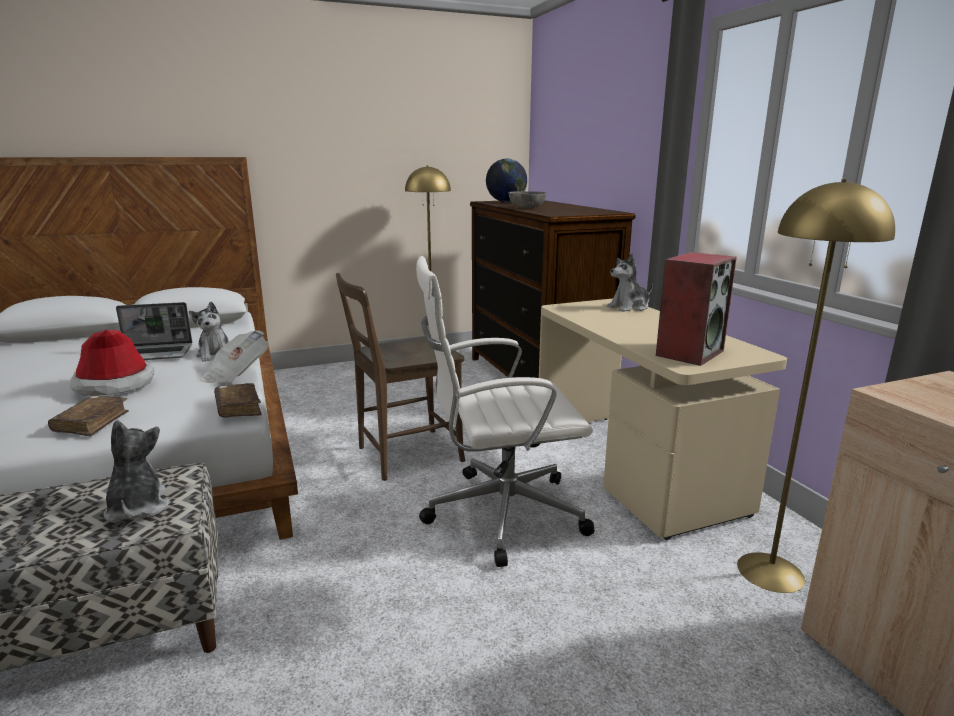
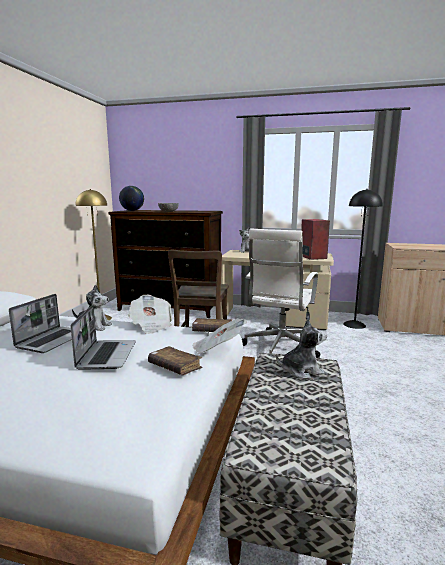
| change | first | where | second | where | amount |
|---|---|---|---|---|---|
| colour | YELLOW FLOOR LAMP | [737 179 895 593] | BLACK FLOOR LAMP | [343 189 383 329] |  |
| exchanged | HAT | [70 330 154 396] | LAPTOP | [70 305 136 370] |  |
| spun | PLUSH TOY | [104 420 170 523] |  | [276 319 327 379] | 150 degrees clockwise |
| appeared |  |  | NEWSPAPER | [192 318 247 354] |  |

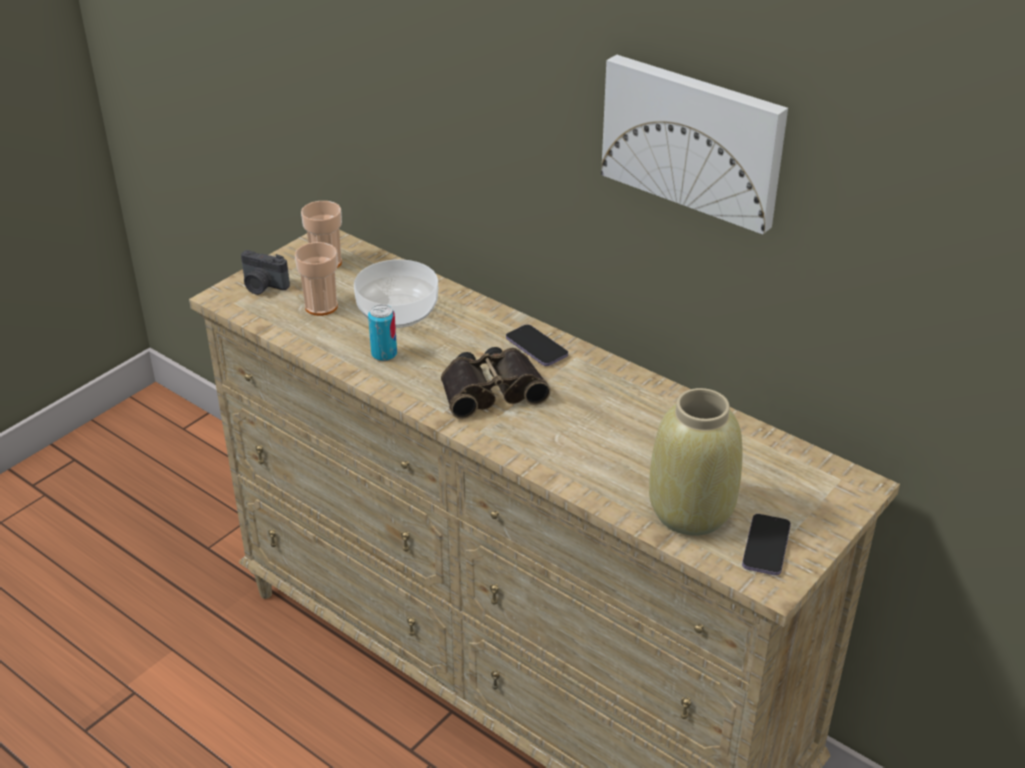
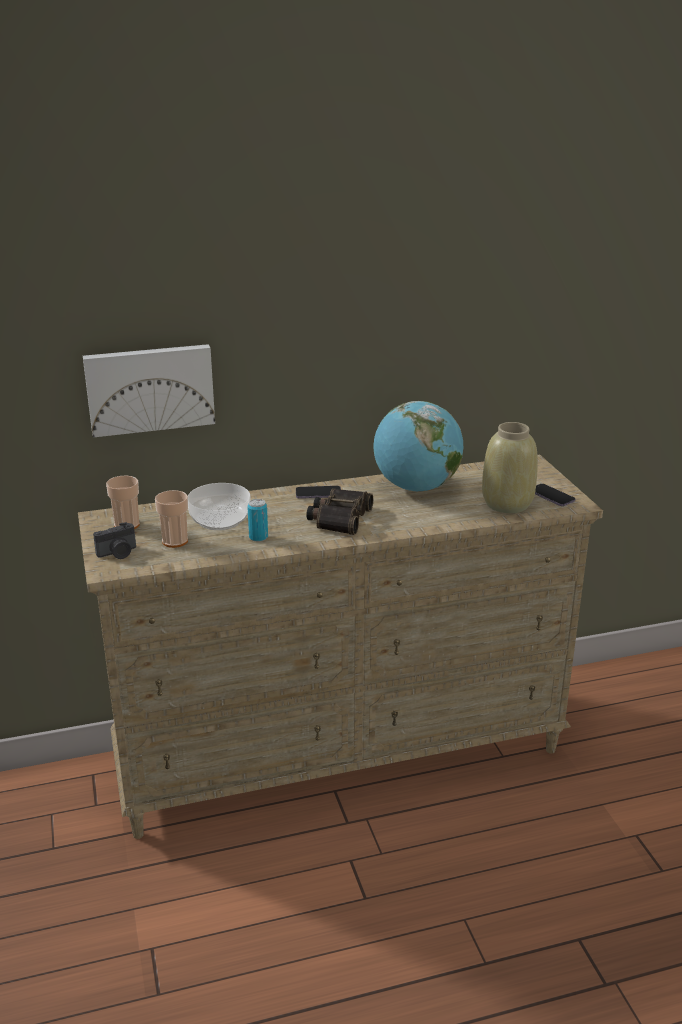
| change | first | where | second | where | amount |
|---|---|---|---|---|---|
| relocated | PICTURE | [601 55 788 234] |  | [83 344 215 437] |  |
| appeared |  |  | GLOBE | [374 401 463 491] |  |

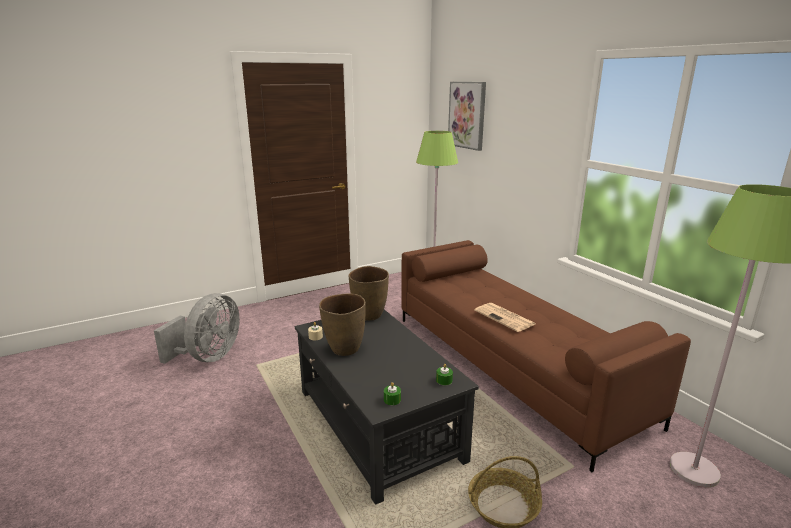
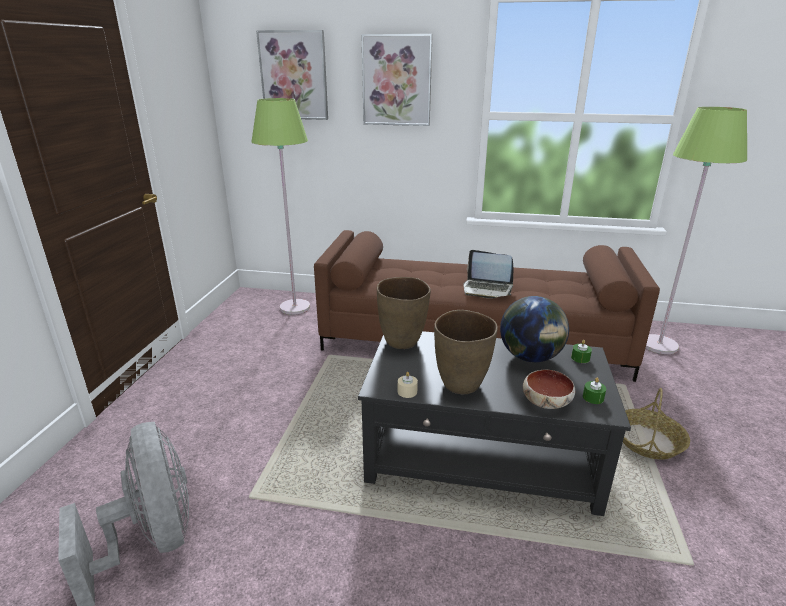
| change | first | where | second | where | amount |
|---|---|---|---|---|---|
| exchanged | NEWSPAPER | [474 303 535 332] | LAPTOP | [463 250 514 298] |  |
| appeared |  |  | PICTURE | [361 34 433 126] |  |
| appeared |  |  | GLOBE | [500 296 569 362] |  |
| appeared |  |  | BOWL | [523 369 575 409] |  |

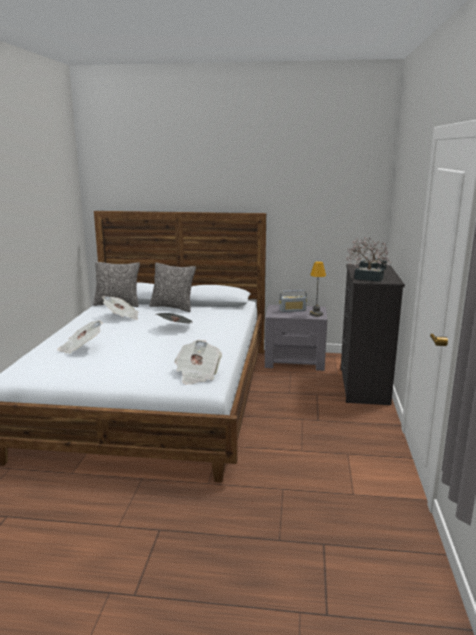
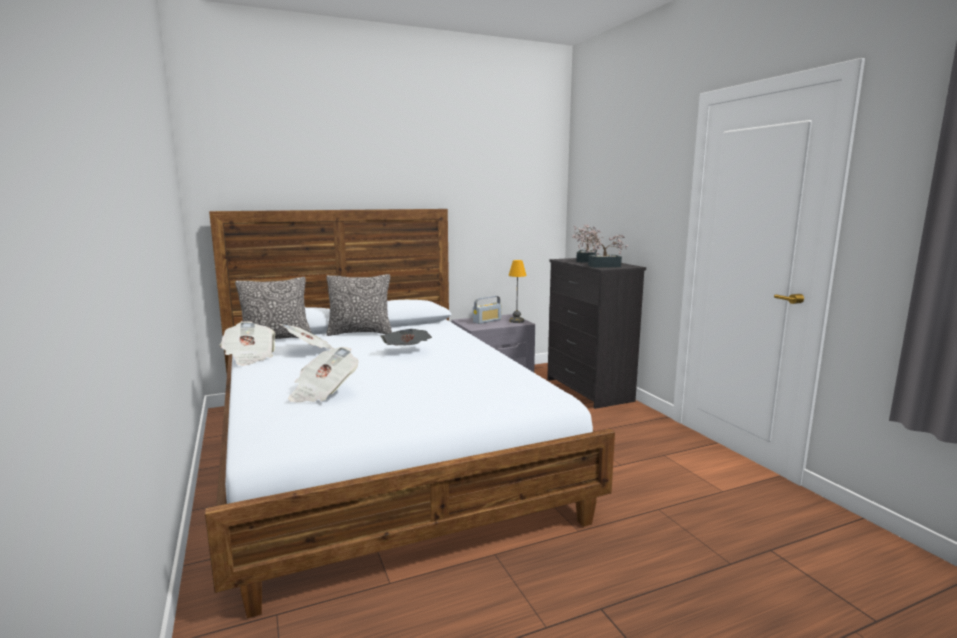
| change | first | where | second | where | amount |
|---|---|---|---|---|---|
| relocated | NEWSPAPER | [175 340 222 385] |  | [220 321 276 366] |  |

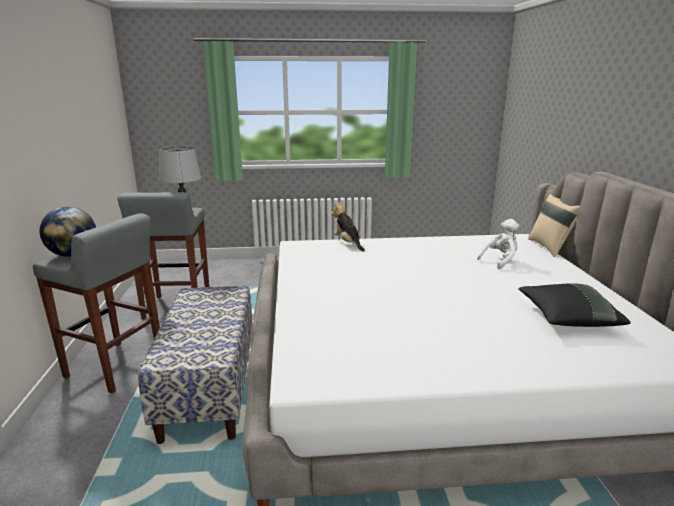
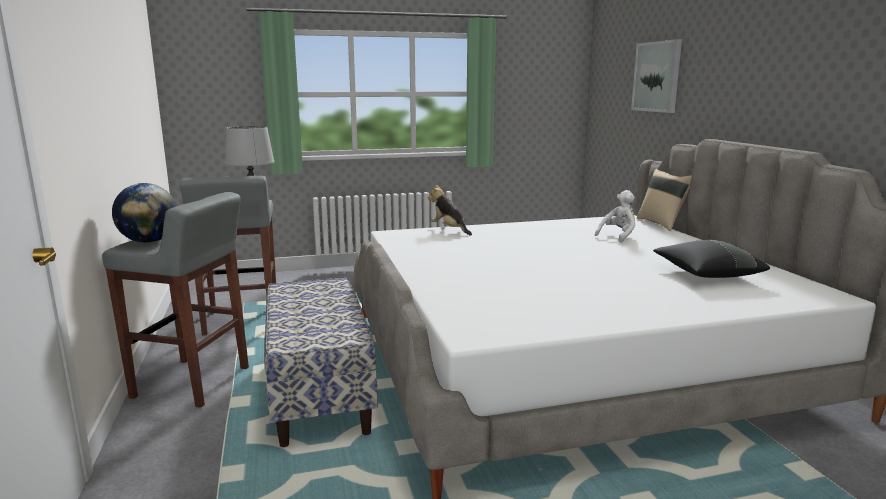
| change | first | where | second | where | amount |
|---|---|---|---|---|---|
| appeared |  |  | PICTURE | [631 39 682 113] |  |

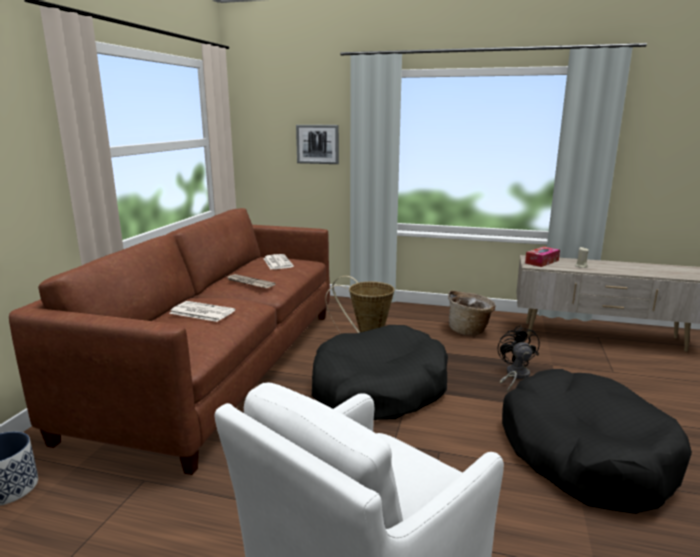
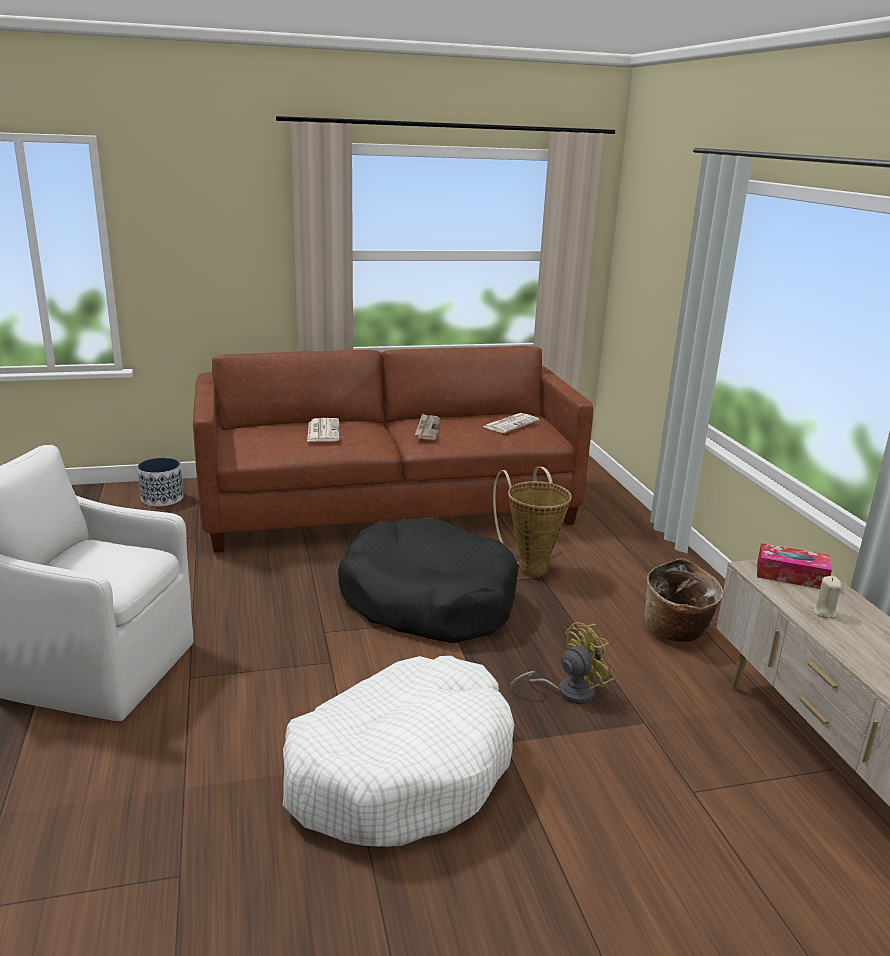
| change | first | where | second | where | amount |
|---|---|---|---|---|---|
| missing | PICTURE | [296 125 339 164] |  |  |  |
| colour | BLACK FAN | [498 325 540 392] | YELLOW FAN | [510 622 615 704] |  |
| colour | BLACK DOG BED | [502 369 692 514] | WHITE DOG BED | [283 656 514 847] |  |

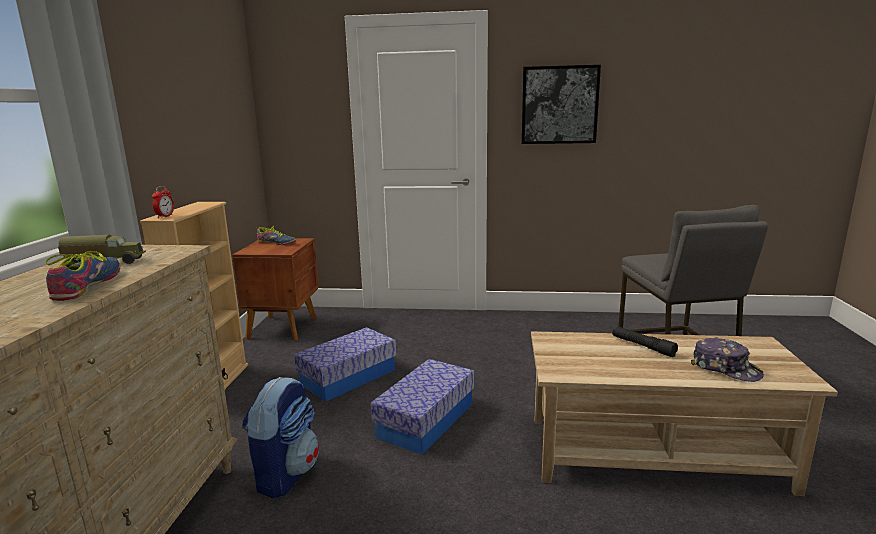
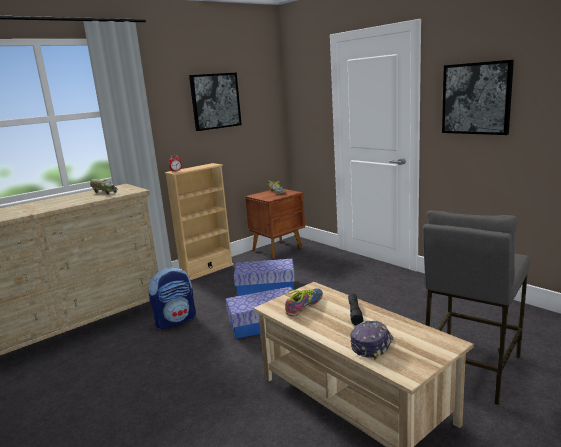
| change | first | where | second | where | amount |
|---|---|---|---|---|---|
| relocated | SHOE | [45 251 120 301] |  | [285 288 323 316] |  |
| spun | CAP | [691 337 764 382] |  | [350 321 393 360] | 150 degrees counterclockwise |
| appeared |  |  | PICTURE | [189 73 242 131] |  |

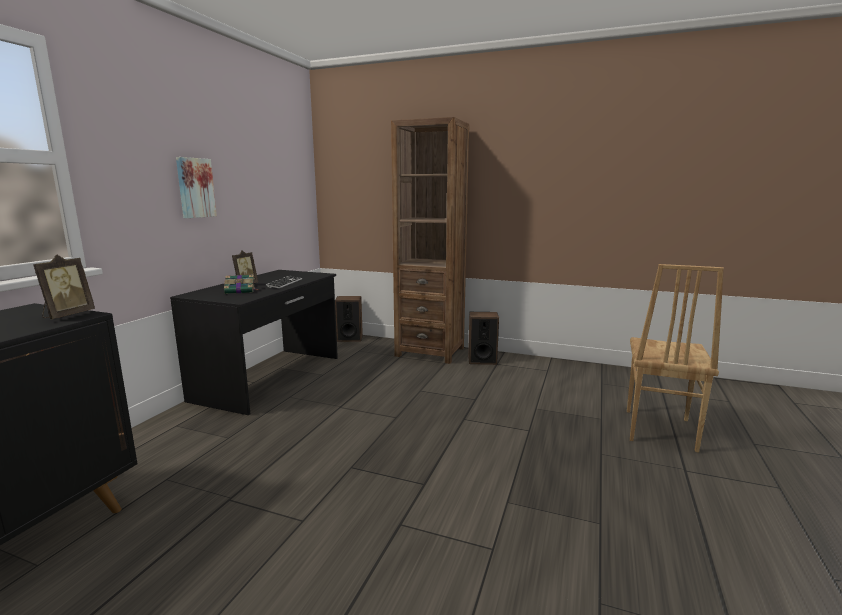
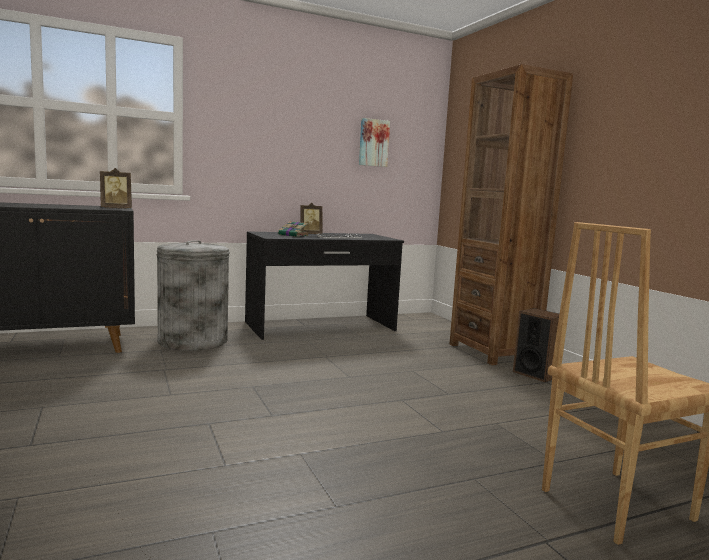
| change | first | where | second | where | amount |
|---|---|---|---|---|---|
| relocated | PICTURE | [176 157 217 218] |  | [359 118 390 167] |  |
| missing | SPEAKER | [335 296 363 342] |  |  |  |
| appeared |  |  | GREY TRASH CAN | [157 241 230 351] |  |

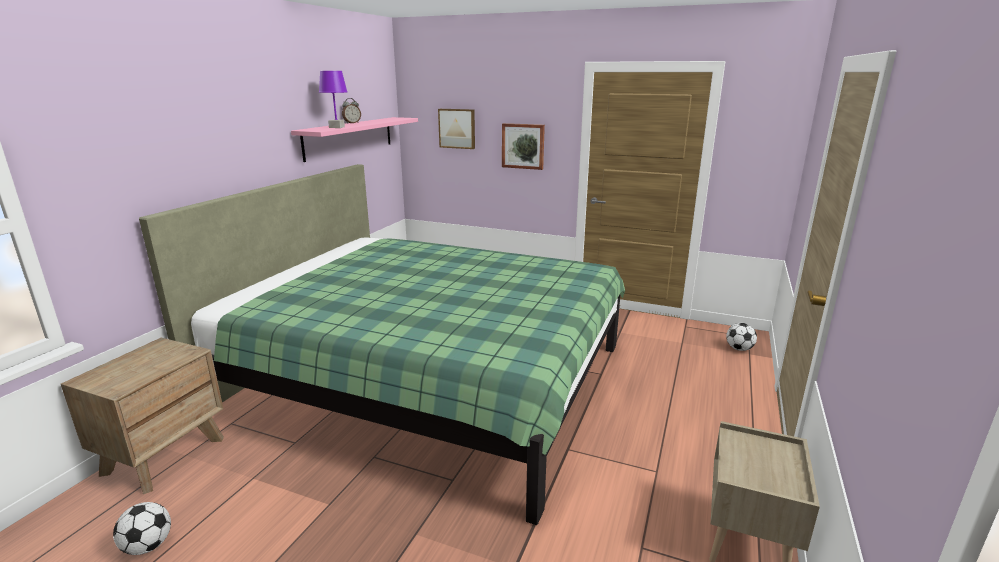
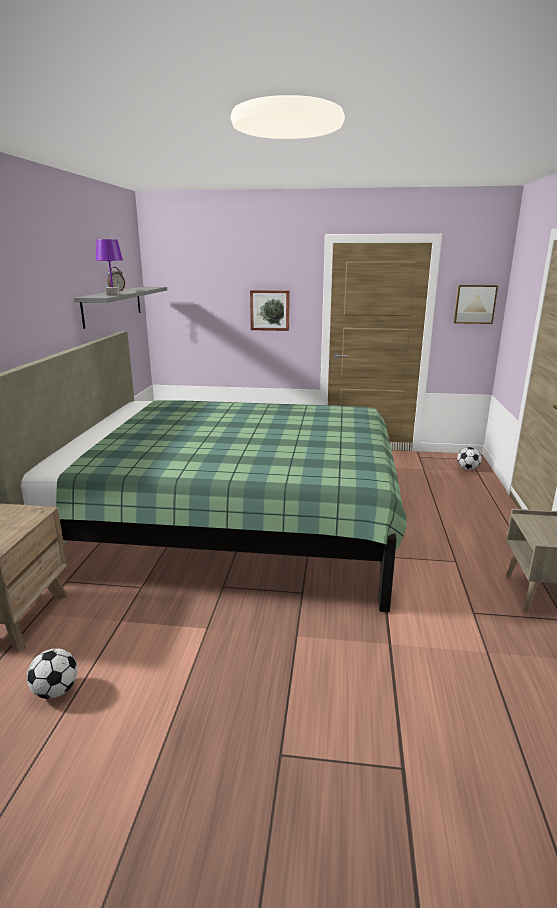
| change | first | where | second | where | amount |
|---|---|---|---|---|---|
| relocated | PICTURE | [438 109 475 149] |  | [454 285 498 324] |  |
| colour | PINK SHELF | [291 117 418 162] | GREY SHELF | [74 287 167 329] |  |

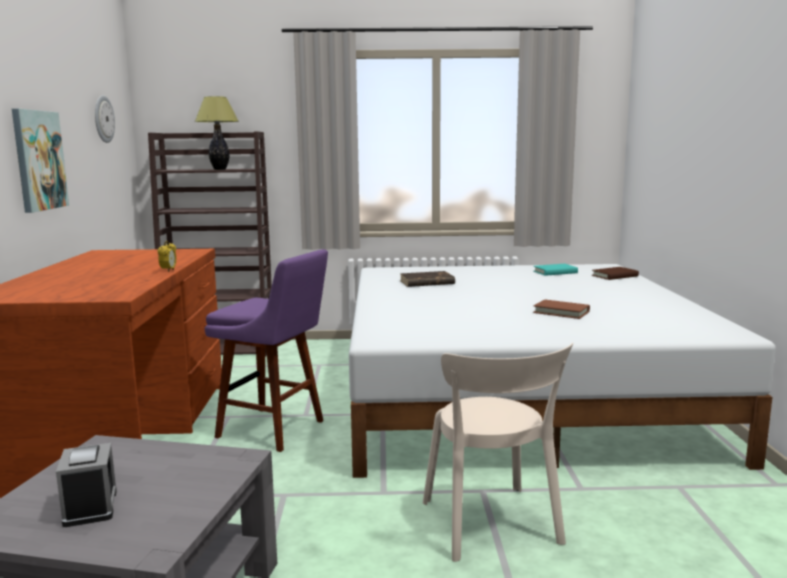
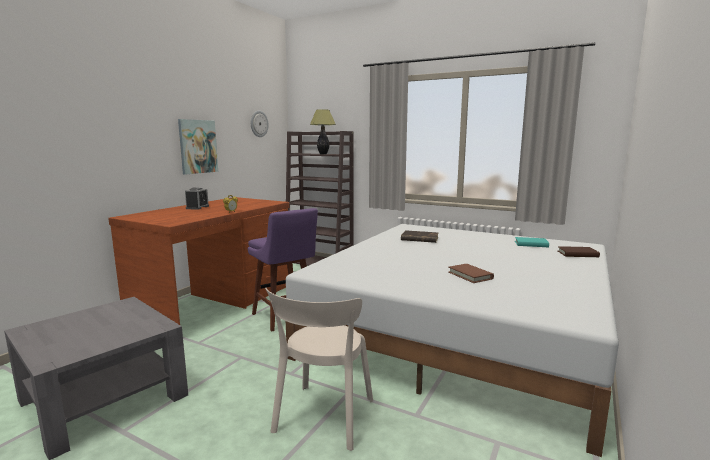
| change | first | where | second | where | amount |
|---|---|---|---|---|---|
| relocated | ALARM CLOCK | [56 443 117 527] |  | [185 188 209 210] |  |

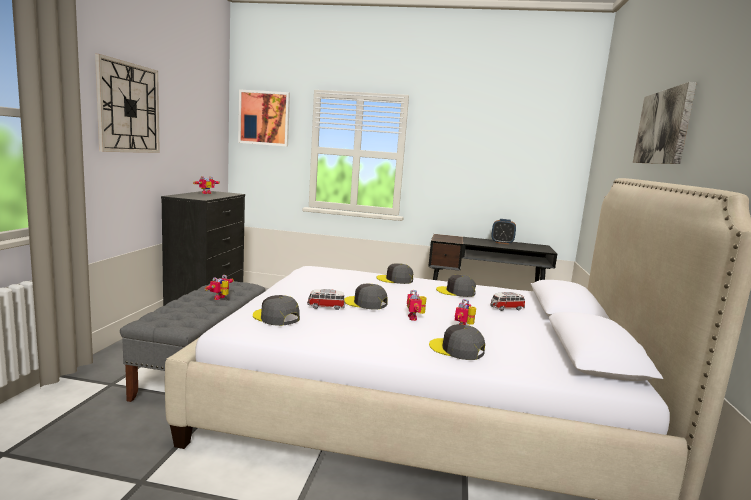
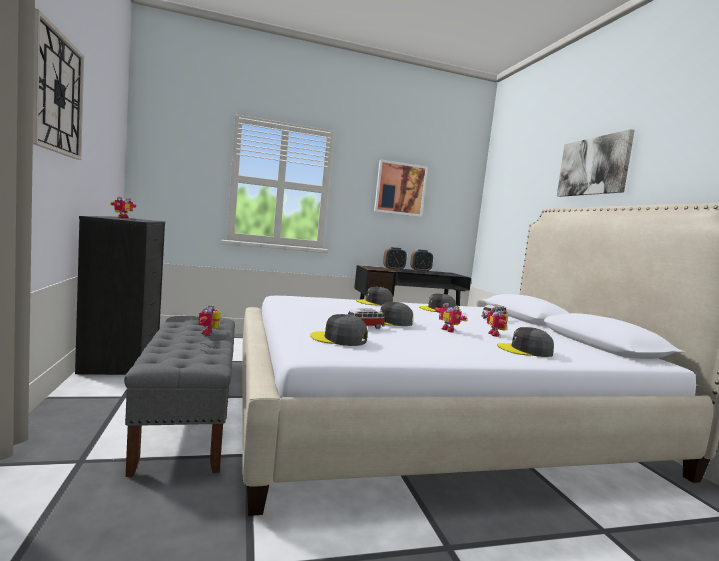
| change | first | where | second | where | amount |
|---|---|---|---|---|---|
| relocated | PICTURE | [238 89 290 147] |  | [374 160 428 217] |  |
| appeared |  |  | ALARM CLOCK | [383 247 407 271] |  |

